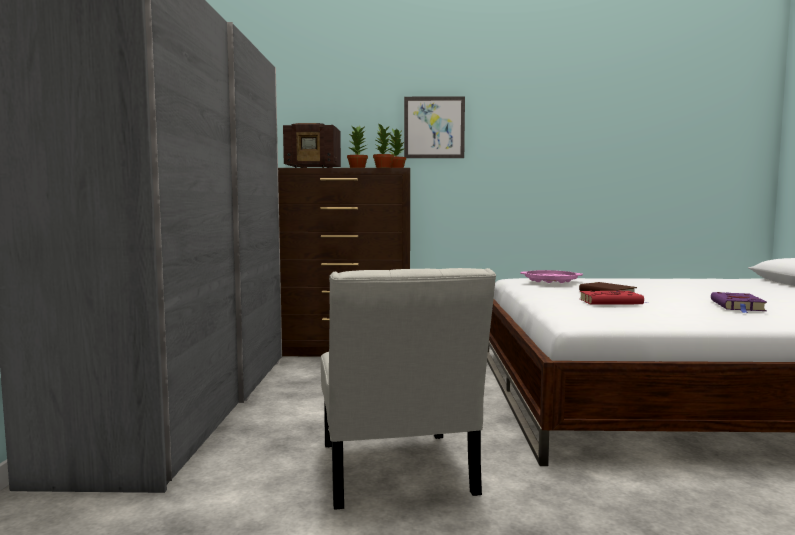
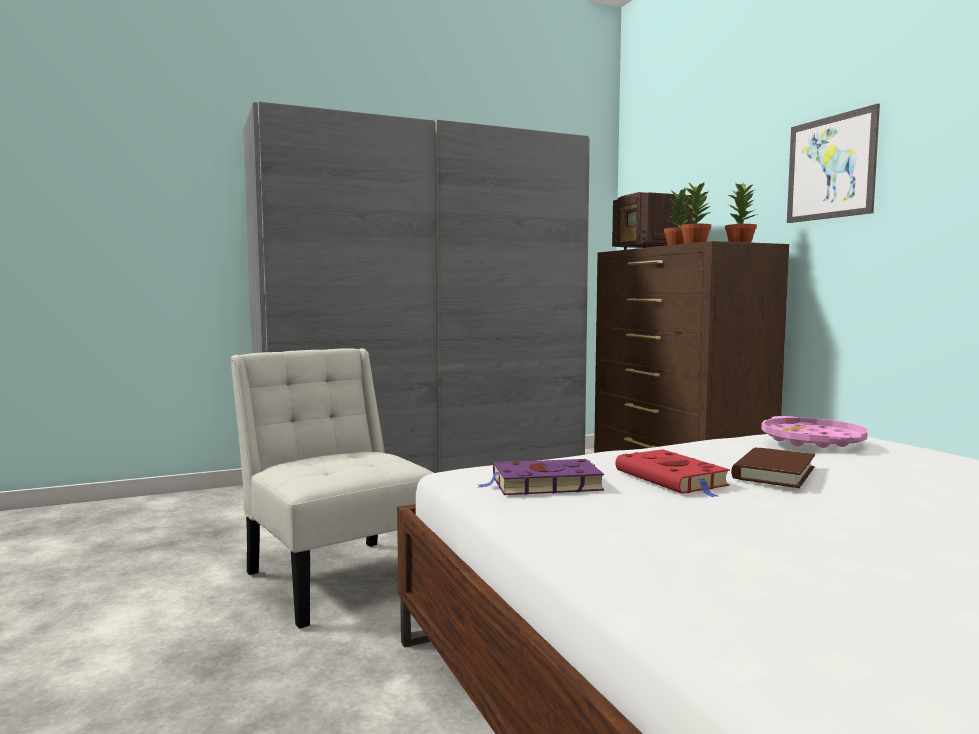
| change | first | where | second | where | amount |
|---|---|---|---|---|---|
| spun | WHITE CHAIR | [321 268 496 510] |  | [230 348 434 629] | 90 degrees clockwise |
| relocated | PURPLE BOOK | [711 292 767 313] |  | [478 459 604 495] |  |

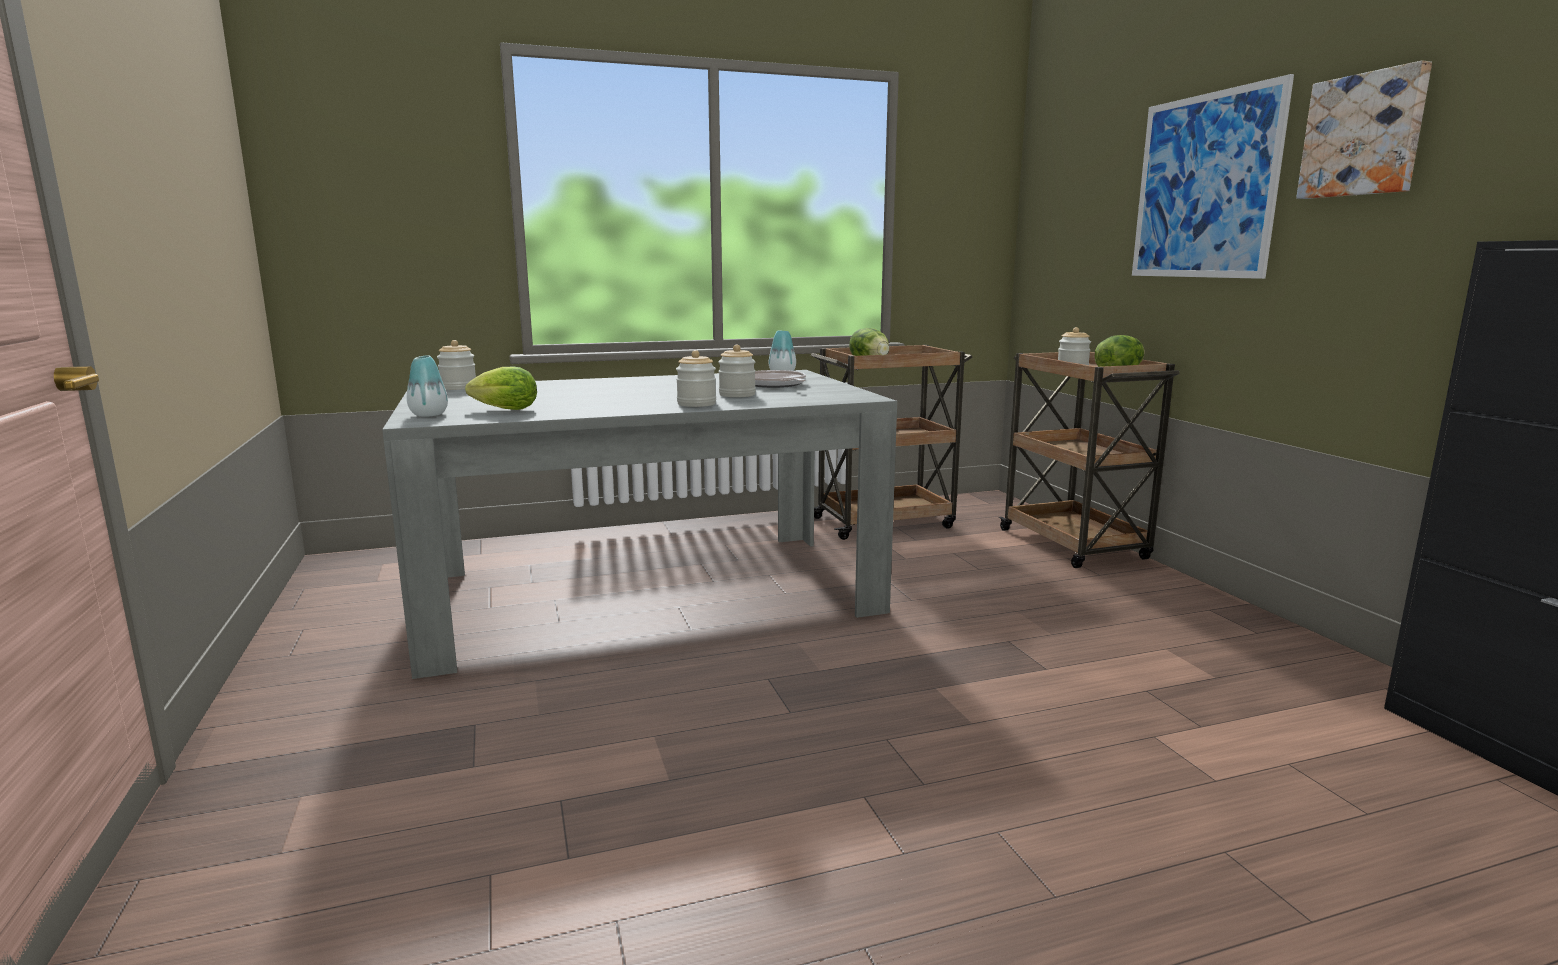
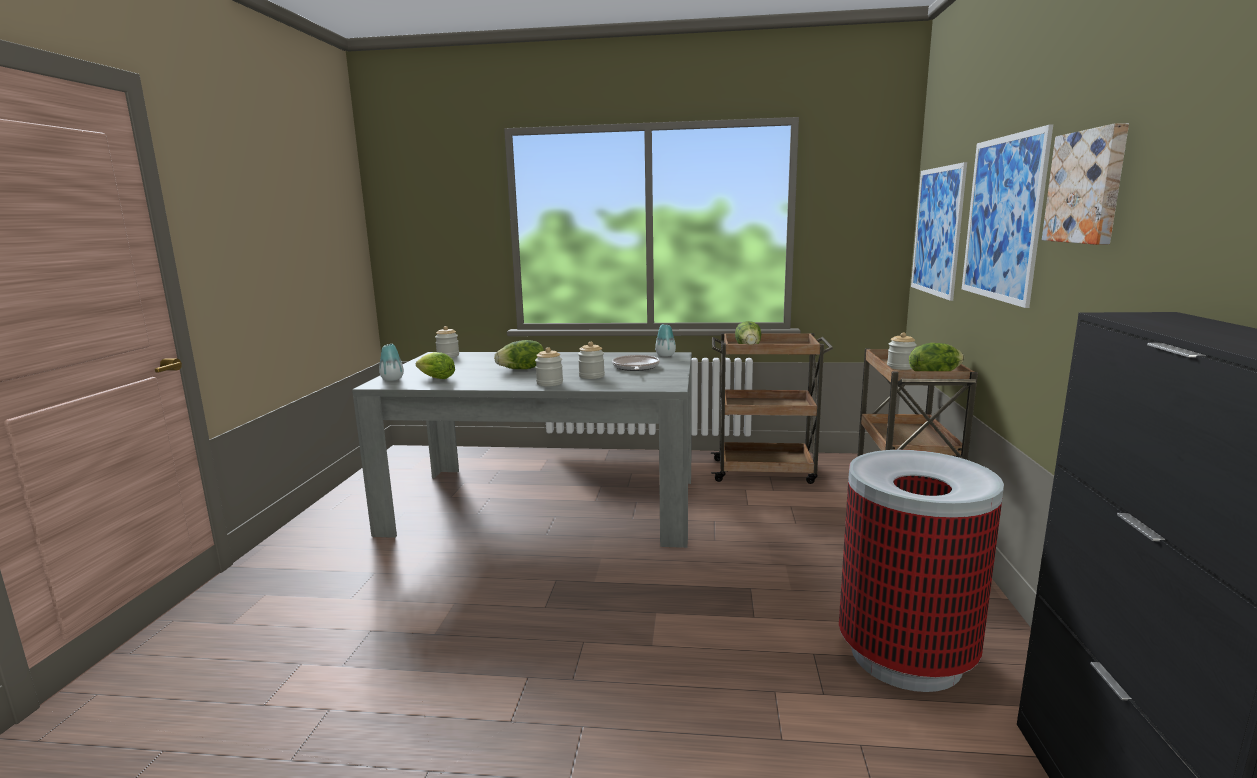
| change | first | where | second | where | amount |
|---|---|---|---|---|---|
| appeared |  |  | PICTURE | [911 162 967 301] |  |
| appeared |  |  | LETTUCE | [494 340 544 369] |  |
| appeared |  |  | TRASH CAN | [839 450 1004 692] |  |

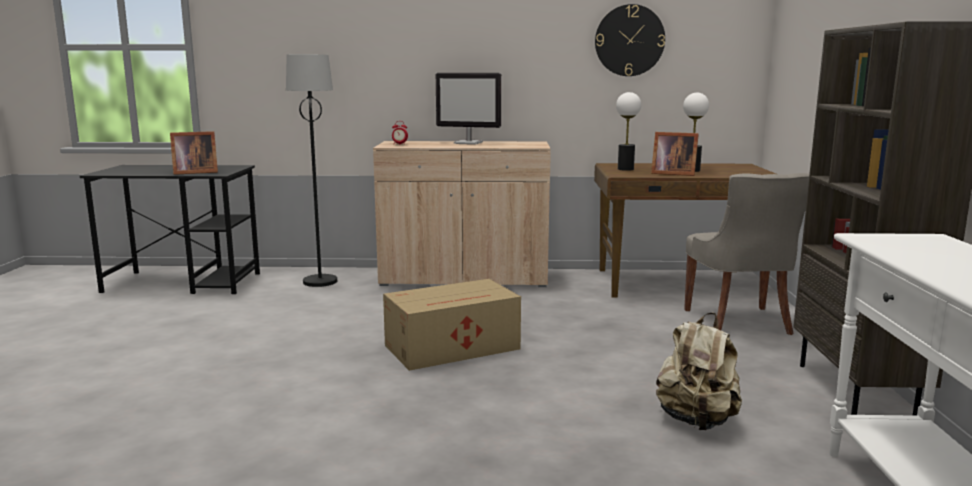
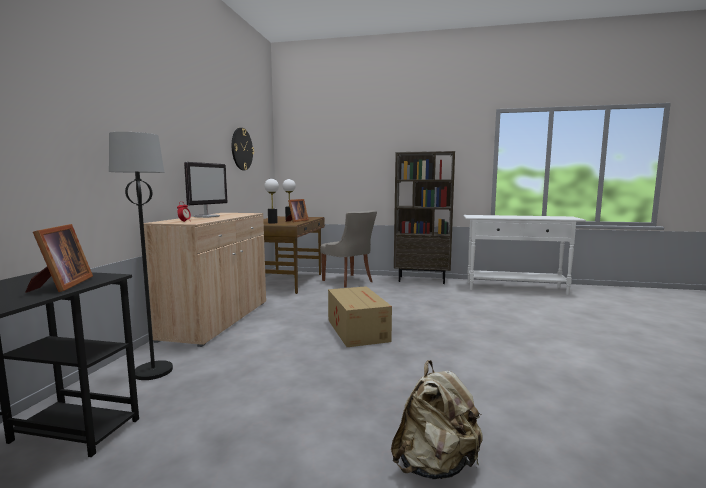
| change | first | where | second | where | amount |
|---|---|---|---|---|---|
| spun | GREY CHAIR | [684 173 809 335] |  | [320 211 377 288] | 45 degrees clockwise |
| relocated | BEIGE BACKPACK | [656 312 742 430] |  | [391 360 483 479] |  |

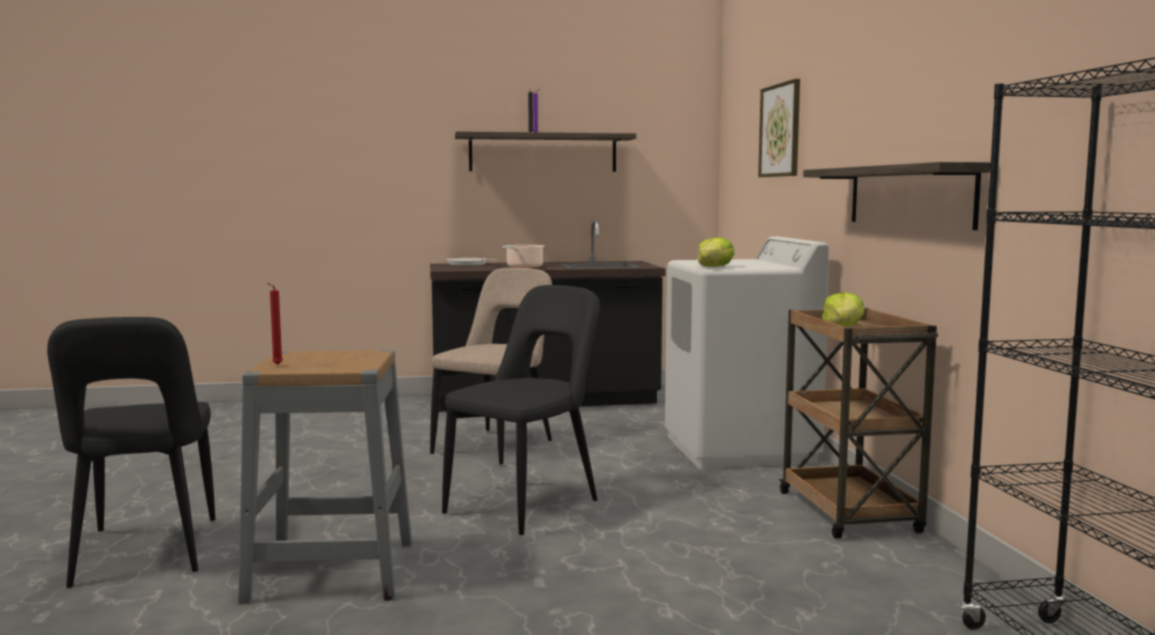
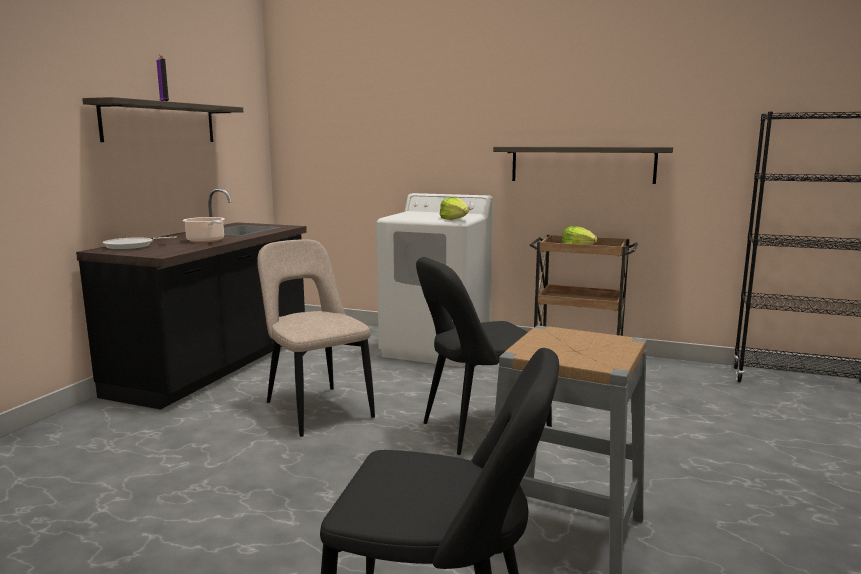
| change | first | where | second | where | amount |
|---|---|---|---|---|---|
| missing | PICTURE | [758 79 800 177] |  |  |  |
| missing | RED CANDLE | [267 283 283 365] |  |  |  |
| spun | BLACK CHAIR | [442 285 600 535] |  | [416 257 552 455] | 90 degrees counterclockwise |

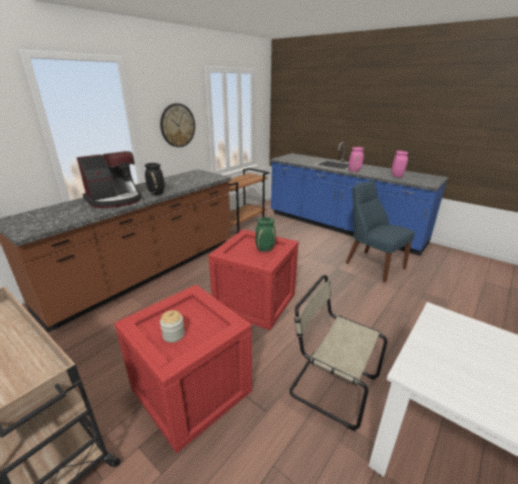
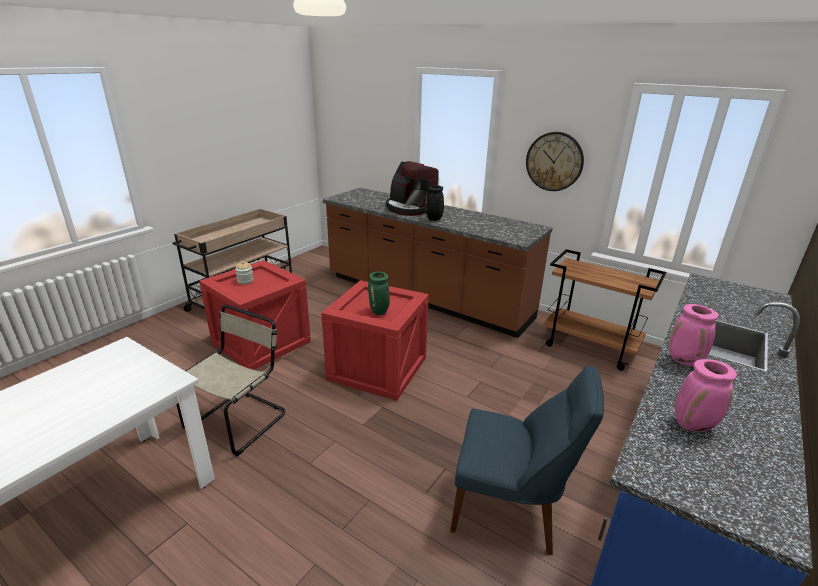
| change | first | where | second | where | amount |
|---|---|---|---|---|---|
| spun | BLUE CHAIR | [346 181 415 283] |  | [450 365 604 555] | 60 degrees clockwise |

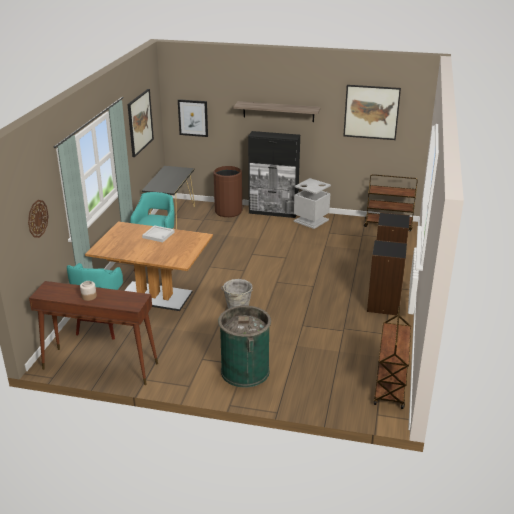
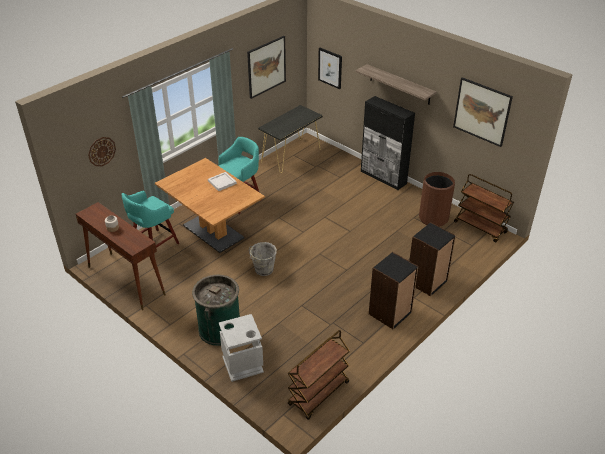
| change | first | where | second | where | amount |
|---|---|---|---|---|---|
| relocated | BROWN TRASH CAN | [213 166 242 217] |  | [419 172 455 227] |  |
| relocated | GREY TRASH CAN | [294 178 331 229] |  | [219 314 264 382] |  |

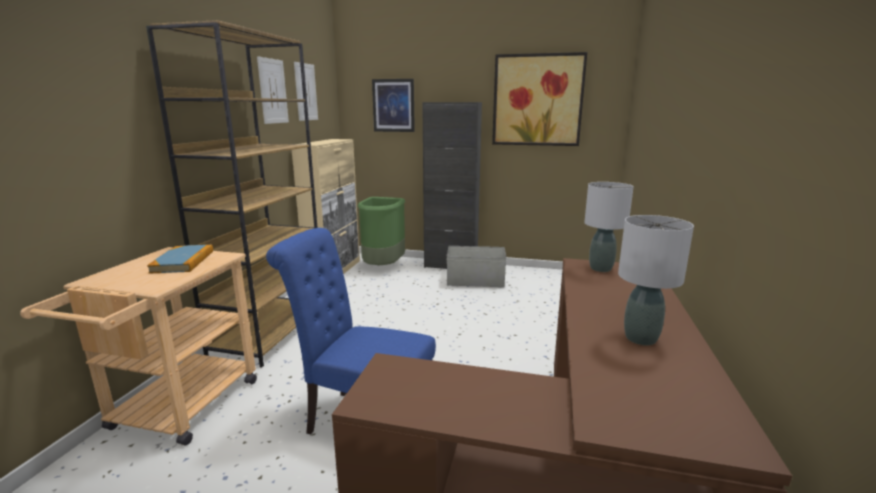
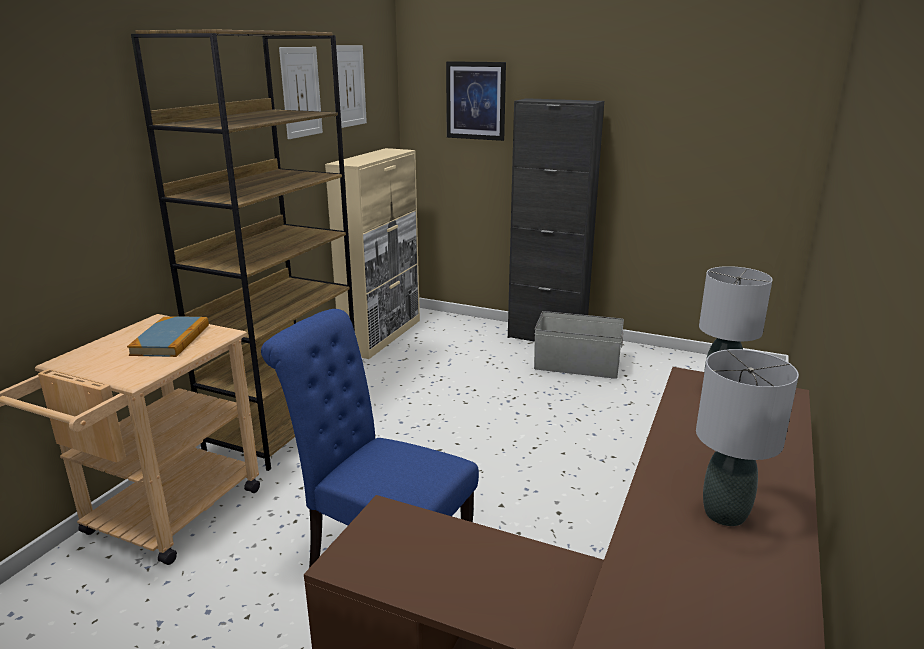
| change | first | where | second | where | amount |
|---|---|---|---|---|---|
| missing | PICTURE | [492 52 587 146] |  |  |  |
| missing | GREEN TRASH CAN | [357 197 405 265] |  |  |  |

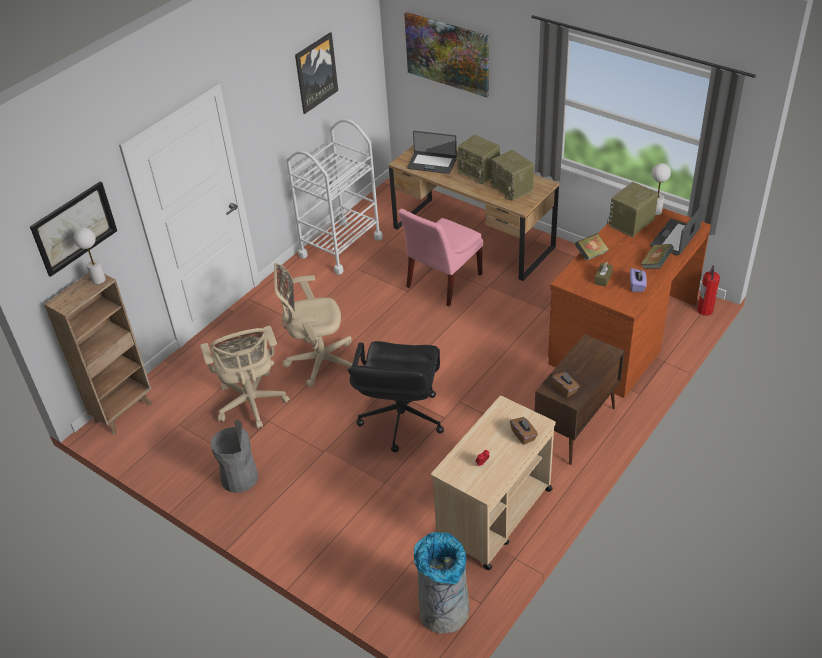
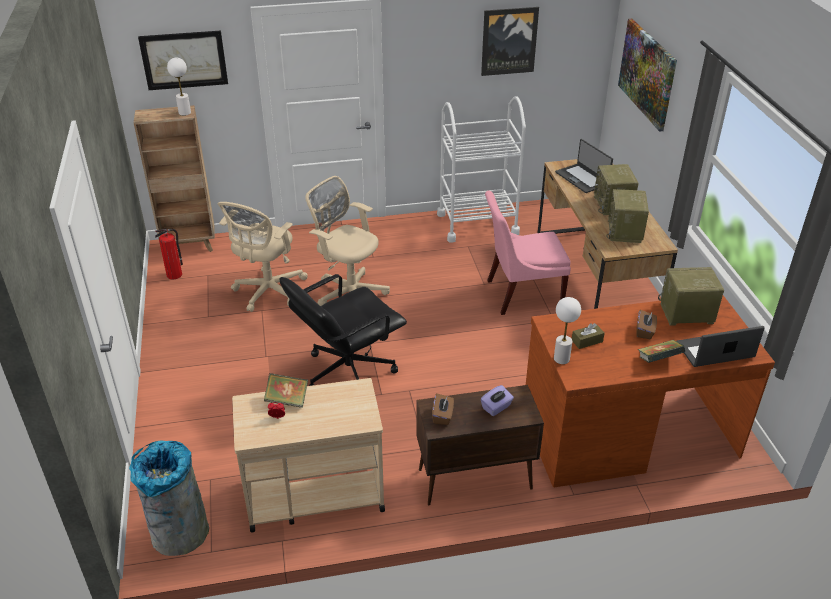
| change | first | where | second | where | amount |
|---|---|---|---|---|---|
| relocated | WHITE TABLE LAMP | [652 163 671 215] |  | [554 297 581 364] |  |
| relocated | BOOK | [575 233 609 261] |  | [264 373 308 408] |  |
| relocated | FIRE EXTINGUISHER | [697 265 720 316] |  | [155 229 183 280] |  |
| relocated | PURPLE TISSUE BOX | [630 268 647 292] |  | [481 385 514 416] |  |
| relocated | BROWN TISSUE BOX | [510 417 538 445] |  | [636 310 657 339] |  |
| missing | GREY TRASH CAN | [210 420 258 493] |  |  |  |

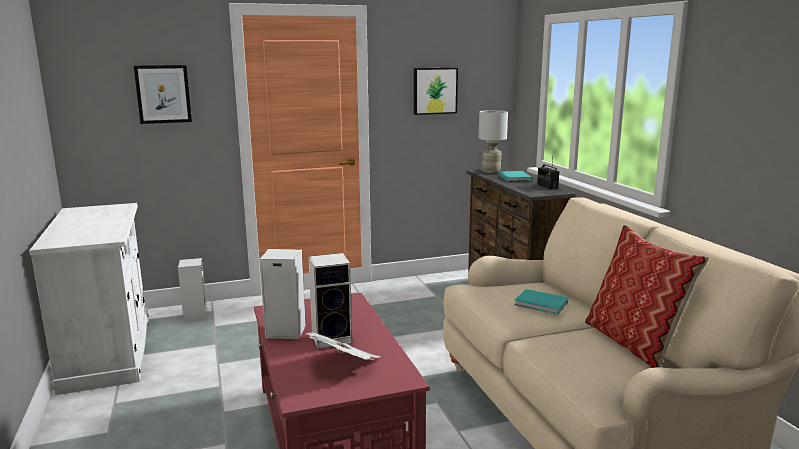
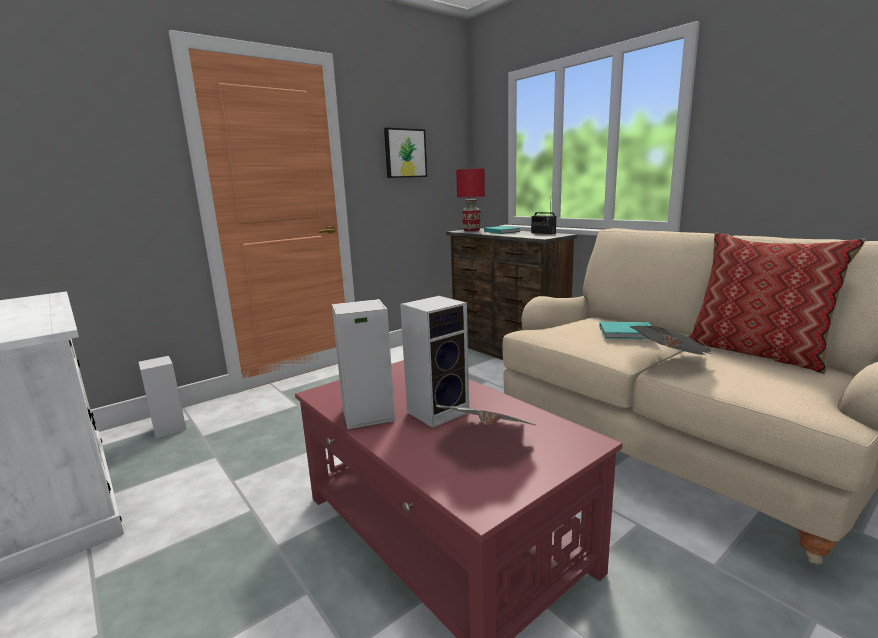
| change | first | where | second | where | amount |
|---|---|---|---|---|---|
| missing | PICTURE | [134 65 192 124] |  |  |  |
| colour | GREY TABLE LAMP | [478 110 508 173] | RED TABLE LAMP | [456 168 485 231] |  |
| appeared |  |  | NEWSPAPER | [629 326 710 355] |  |

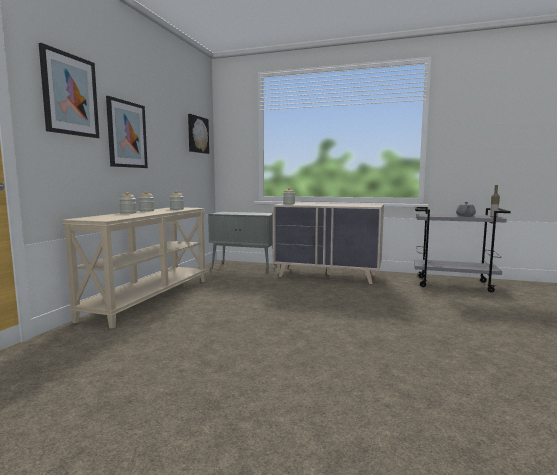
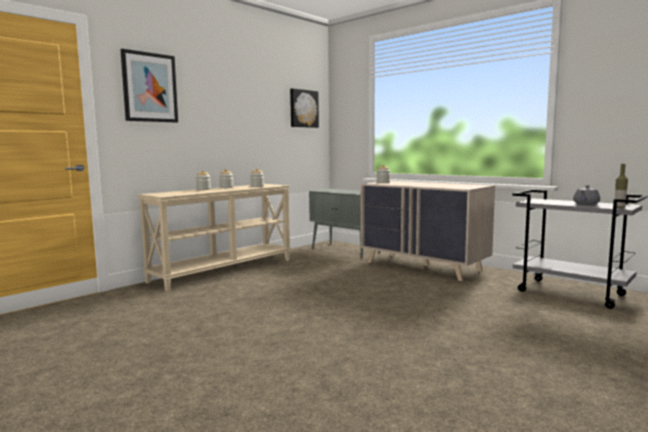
| change | first | where | second | where | amount |
|---|---|---|---|---|---|
| missing | PICTURE | [106 96 148 168] |  |  |  |

